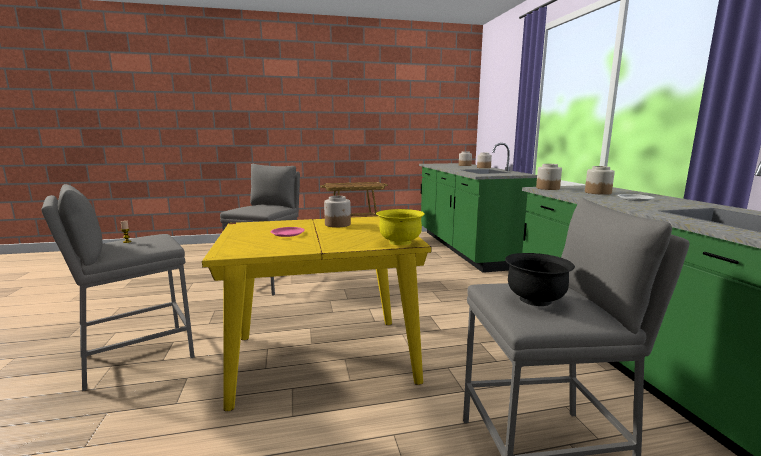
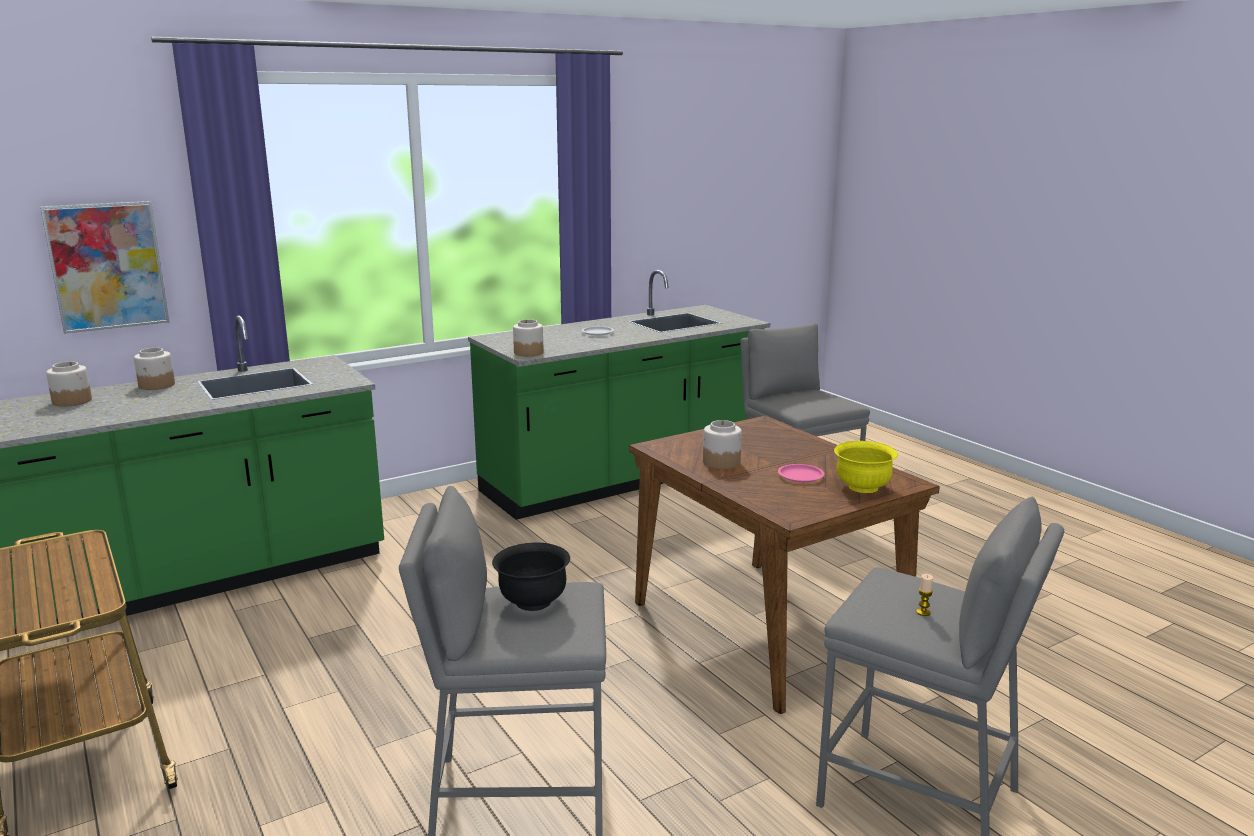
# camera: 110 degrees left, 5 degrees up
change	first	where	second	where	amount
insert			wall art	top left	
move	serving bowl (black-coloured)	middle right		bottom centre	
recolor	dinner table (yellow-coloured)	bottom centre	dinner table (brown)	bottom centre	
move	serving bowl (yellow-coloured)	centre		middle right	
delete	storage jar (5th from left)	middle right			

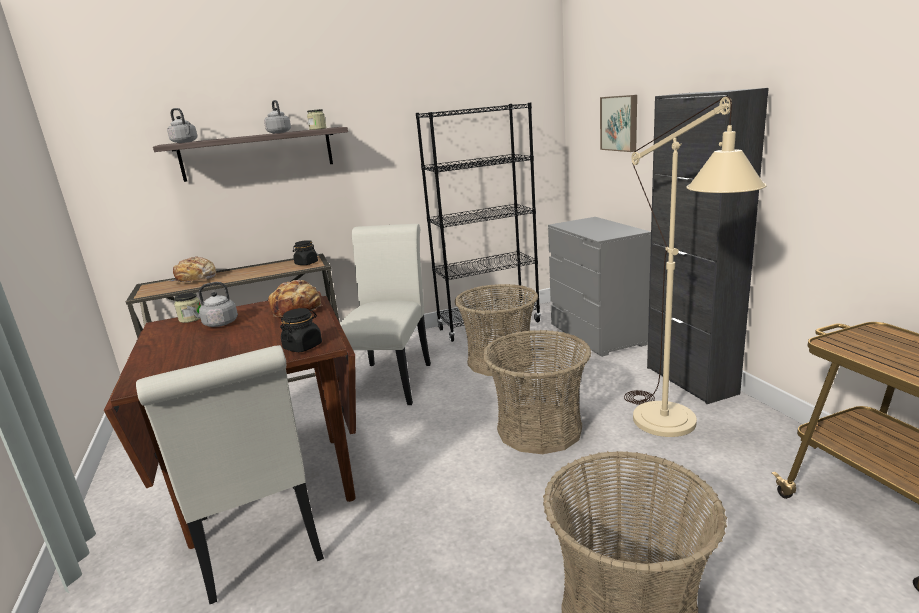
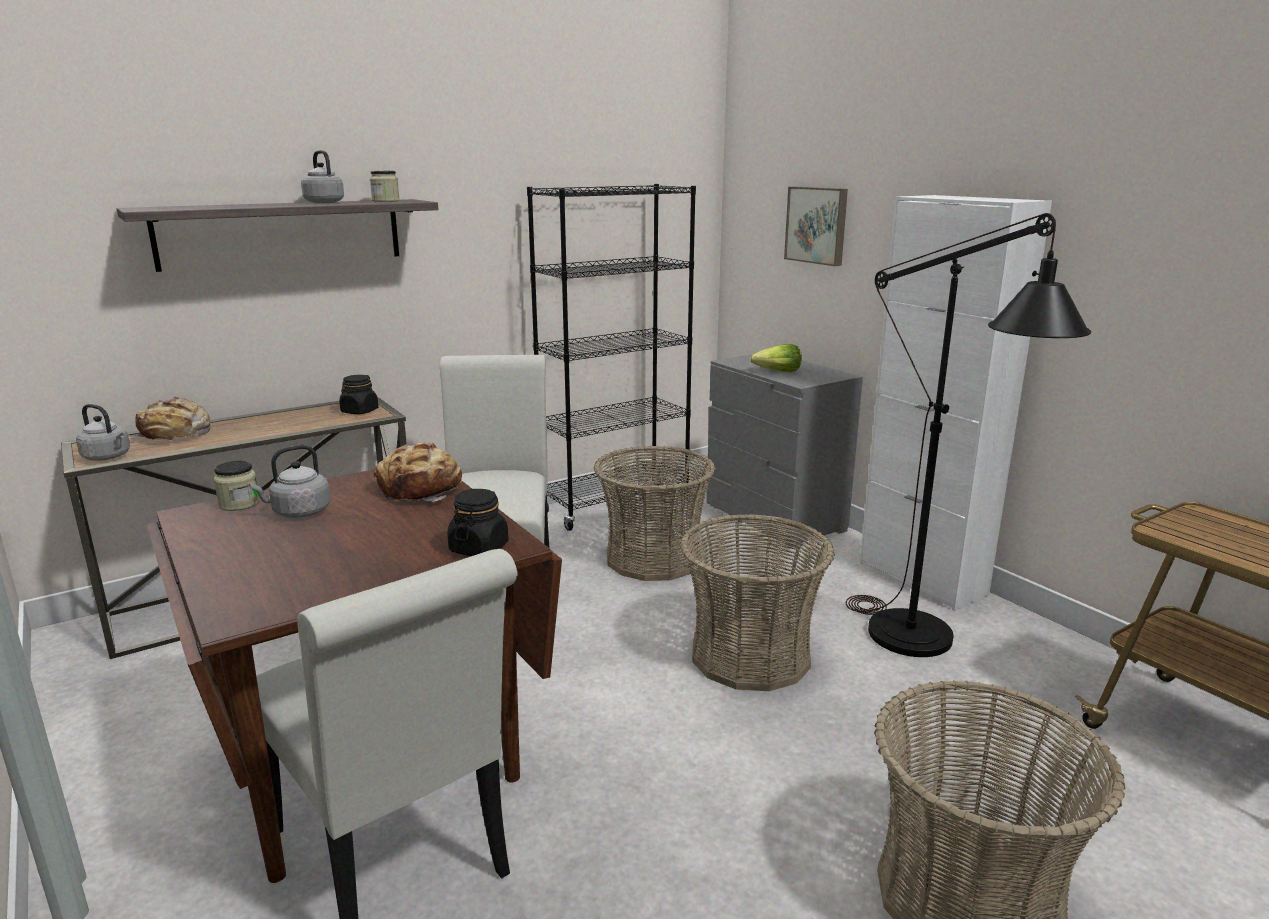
# camera: 15 degrees left, 0 degrees up
change	first	where	second	where	amount
move	water kettle (gray) (1st from left)	top left		middle left	
insert			head of lettuce	centre	
recolor	standing lamp (beige)	middle right	standing lamp (black-coloured)	middle right	
recolor	cupboard (black-coloured)	middle right	cupboard (whitish)	middle right	

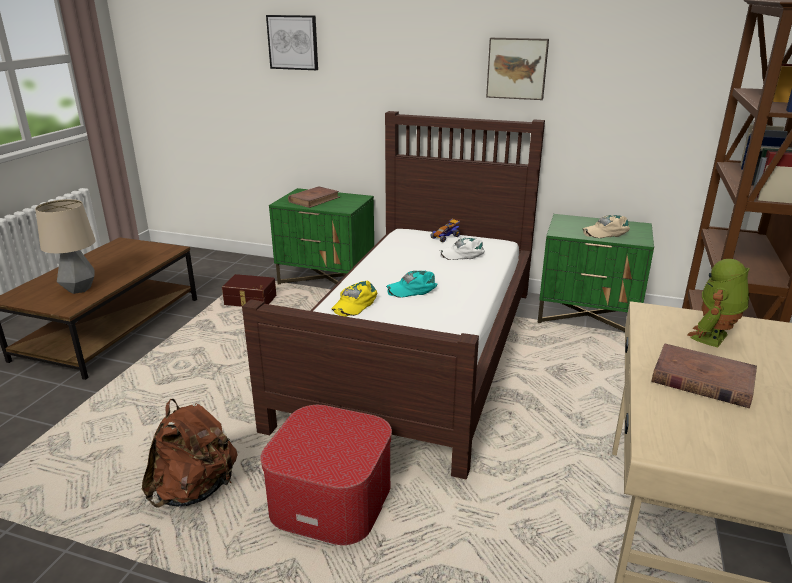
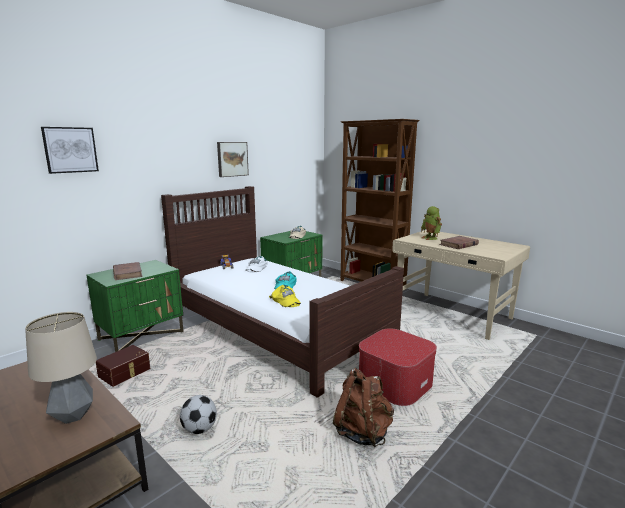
# camera: 65 degrees left, 10 degrees down
change	first	where	second	where	amount
insert			football ball	bottom left	

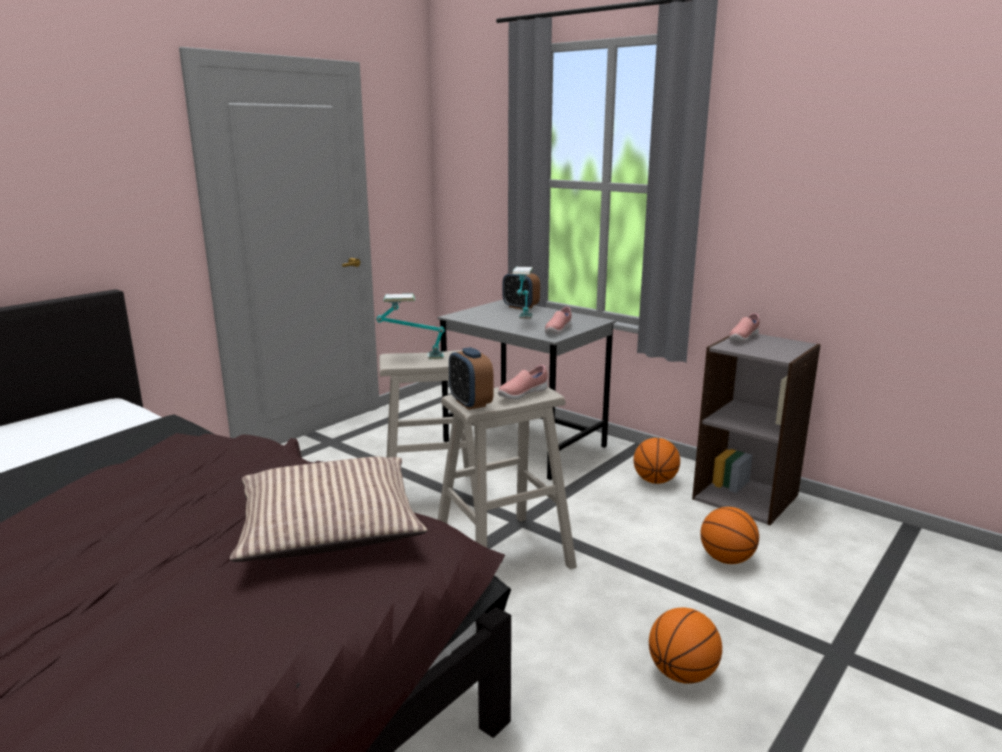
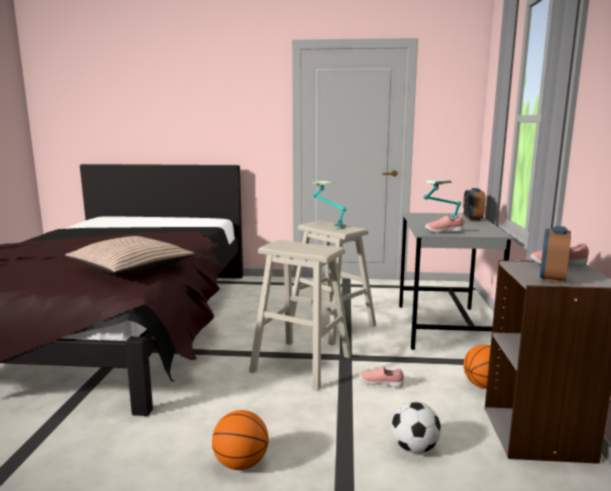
# camera: 55 degrees right, 5 degrees down
change	first	where	second	where	amount
move	low shoe (pink) (1st from left)	centre		bottom centre	
replace	basketball ball (3rd from left)	bottom right	football ball	bottom right	
move	table clock (1st from left in the first image)	centre	table clock (2nd from left)	middle right	

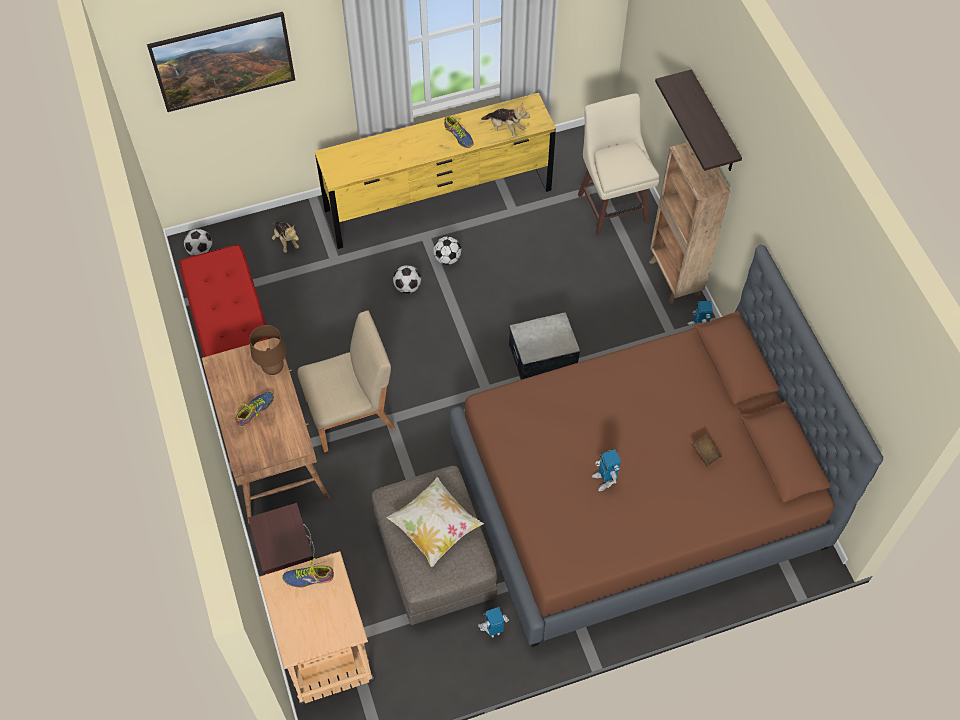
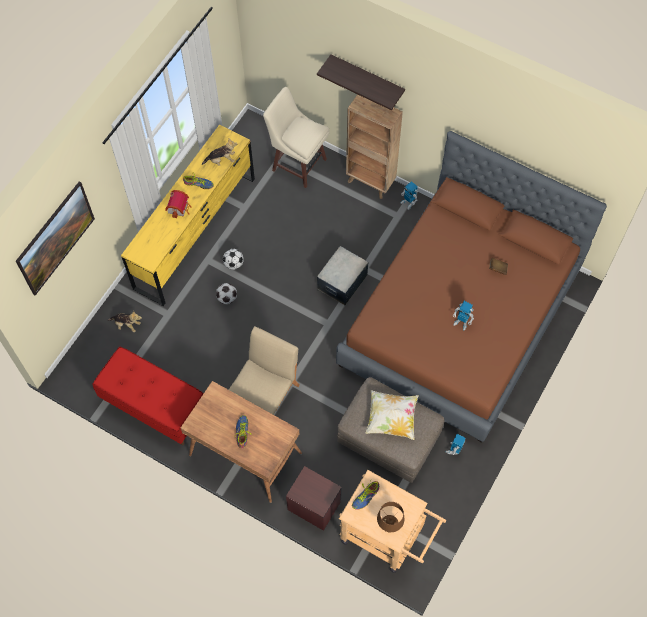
# camera: 40 degrees left, 5 degrees up
change	first	where	second	where	amount
insert			miniature house	top left	
move	table lamp (brown)	middle left		bottom centre	
delete	football ball (1st from left)	middle left			

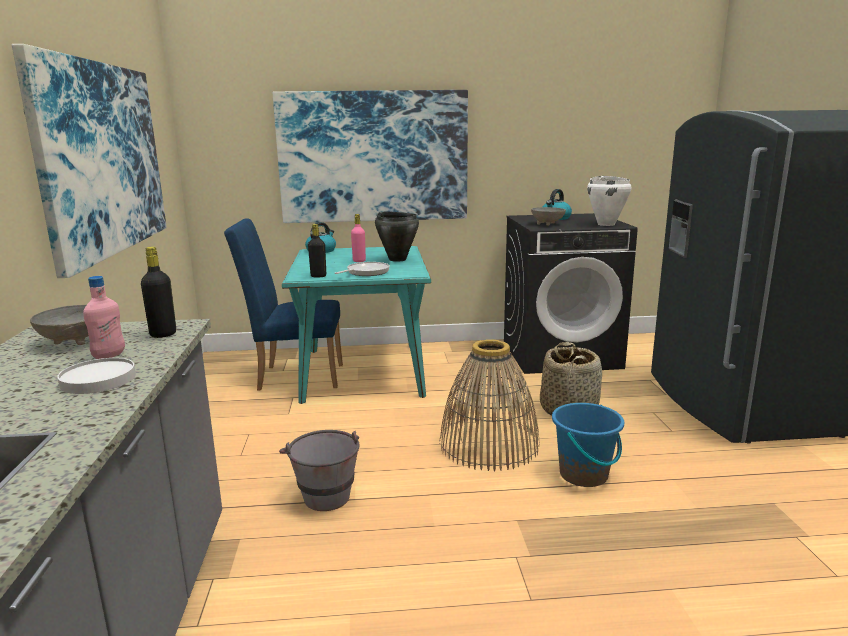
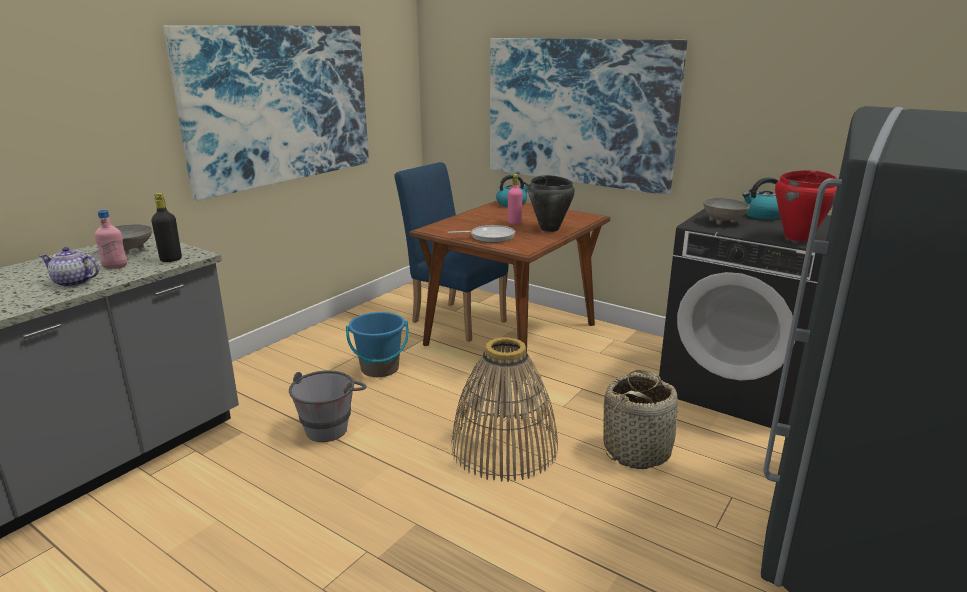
# camera: 40 degrees right, 5 degrees up
change	first	where	second	where	amount
replace	dinner plate (whitish)	middle left	teapot	middle left	
move	bucket (bluish)	bottom right		centre	
recolor	dinner table (turquoise)	centre	dinner table (brown)	centre	
recolor	saucepot (whitish)	top right	saucepot (red-coloured)	middle right	
delete	drink bottle (black-coloured) (2nd from left)	centre			

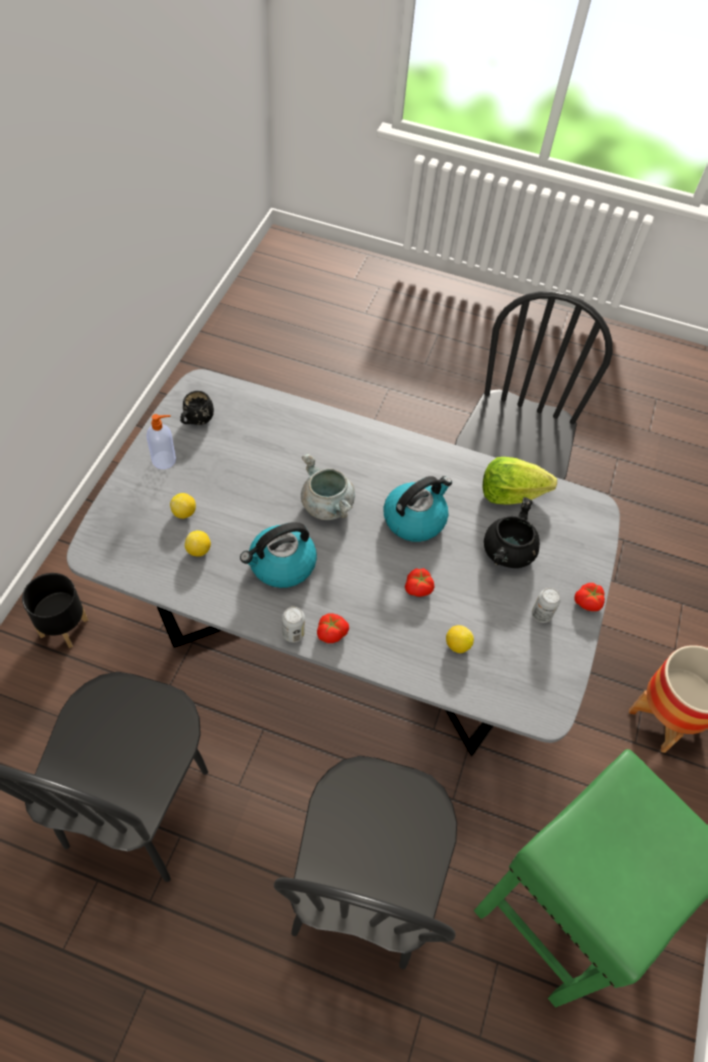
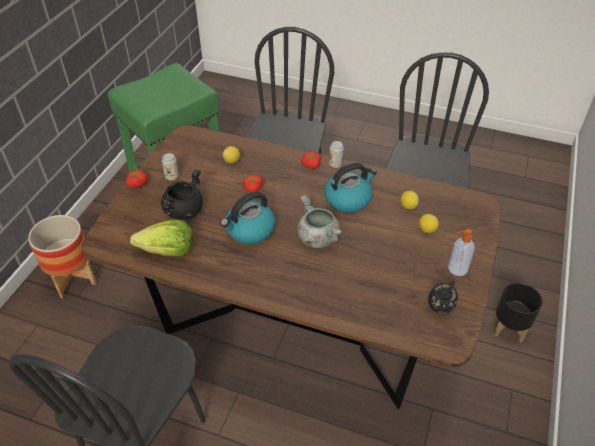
# camera: 175 degrees left, 10 degrees down
change	first	where	second	where	amount
recolor	dinner table (gray)	centre	dinner table (brown)	centre	

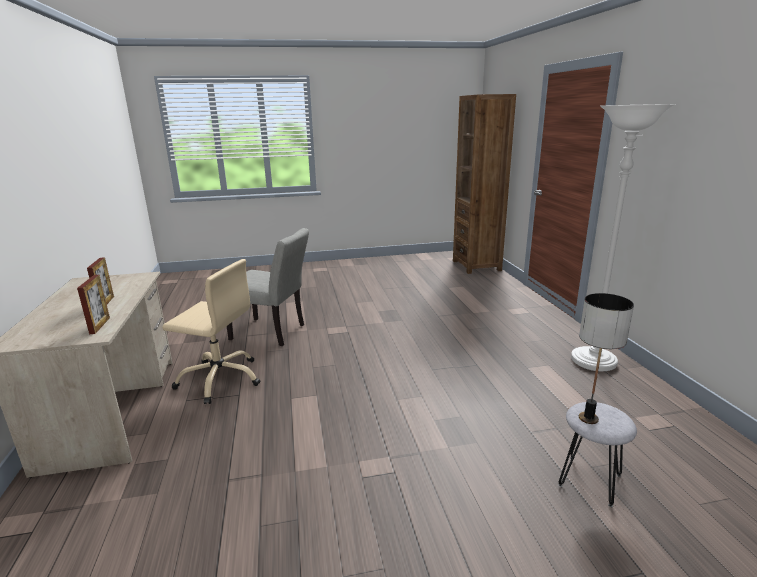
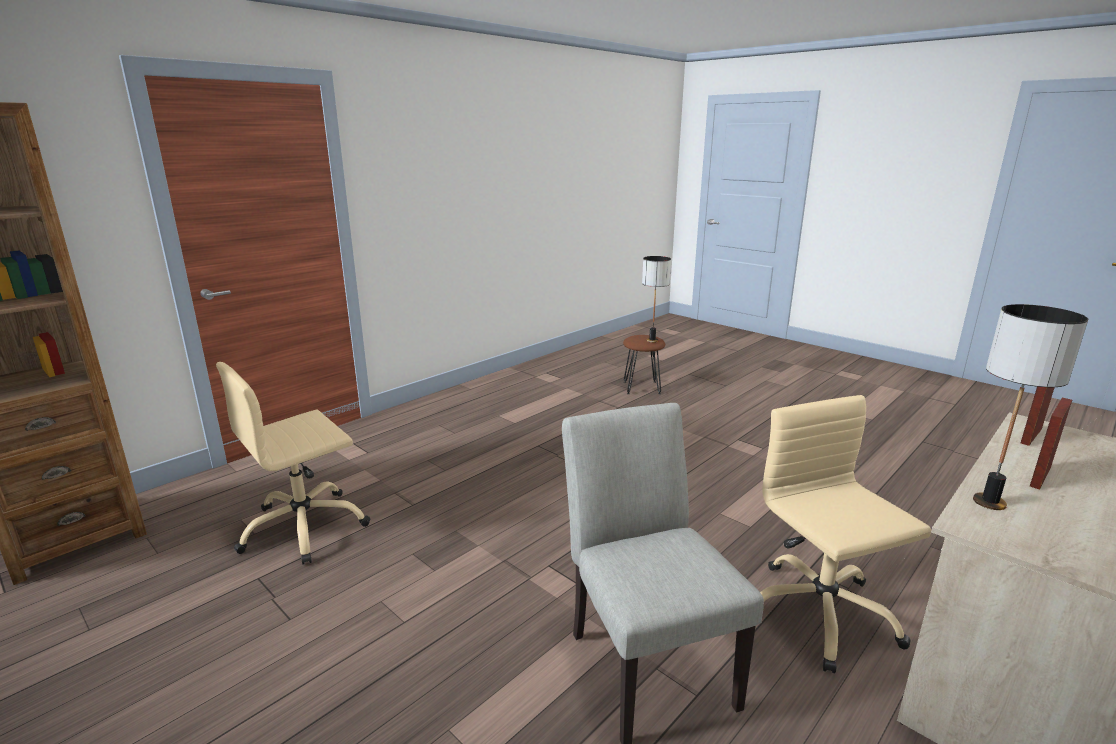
# camera: 125 degrees left, 0 degrees up
change	first	where	second	where	amount
insert			office chair (beige) (1st from left)	middle left	
recolor	stool seat (gray)	bottom right	stool seat (brown)	centre	
insert			table lamp (2nd from left)	middle right	
delete	standing lamp (whitish)	middle right			

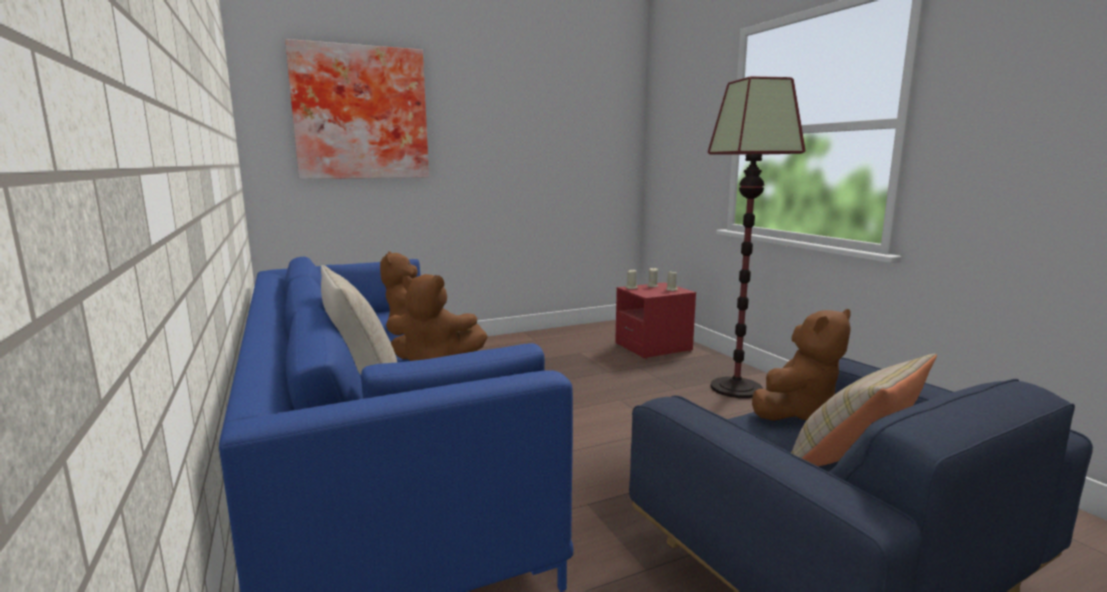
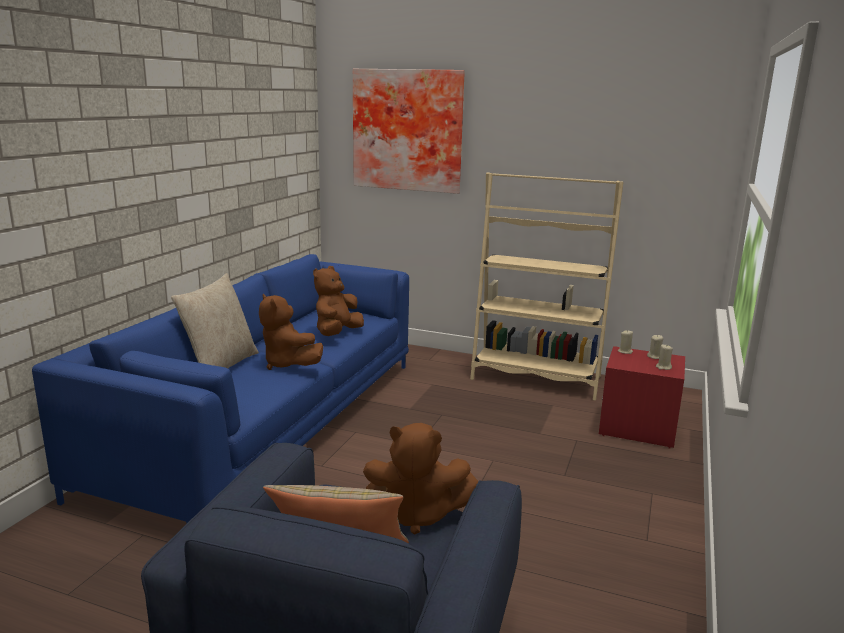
# camera: 45 degrees right, 5 degrees up
change	first	where	second	where	amount
insert			bookshelf (beige)	centre	
delete	standing lamp	middle right			

